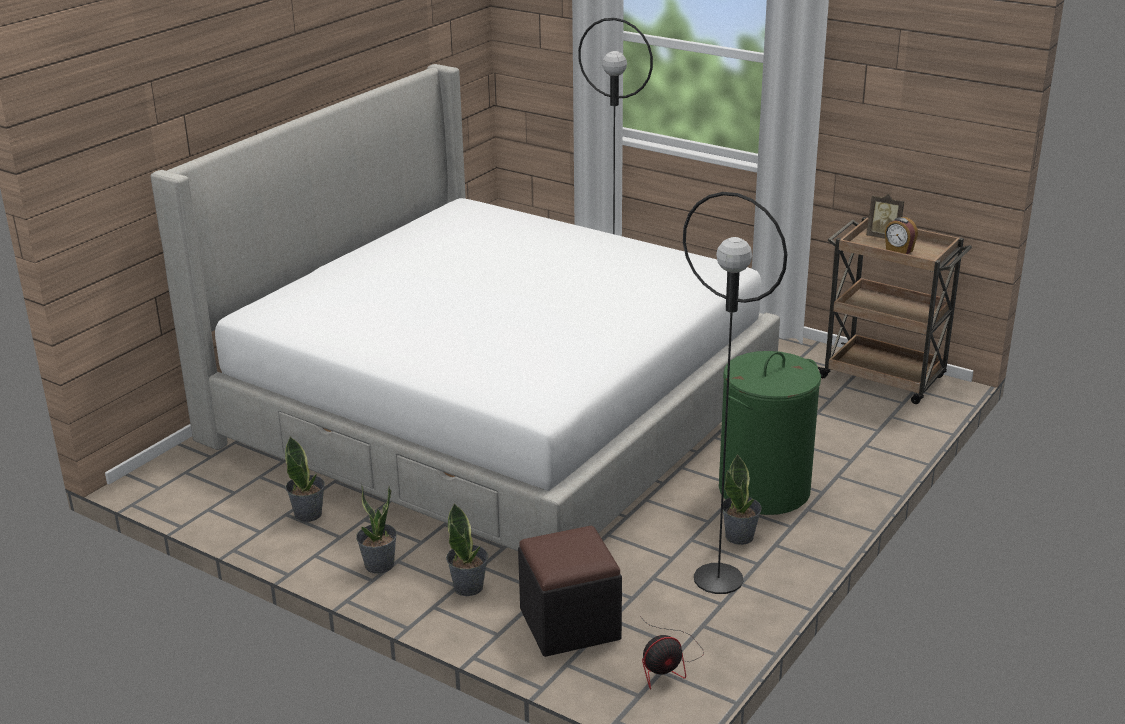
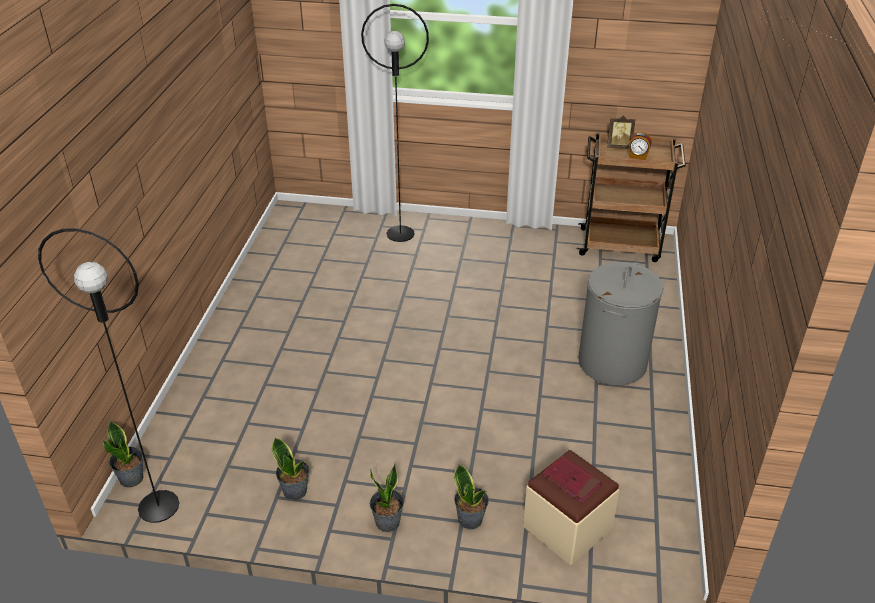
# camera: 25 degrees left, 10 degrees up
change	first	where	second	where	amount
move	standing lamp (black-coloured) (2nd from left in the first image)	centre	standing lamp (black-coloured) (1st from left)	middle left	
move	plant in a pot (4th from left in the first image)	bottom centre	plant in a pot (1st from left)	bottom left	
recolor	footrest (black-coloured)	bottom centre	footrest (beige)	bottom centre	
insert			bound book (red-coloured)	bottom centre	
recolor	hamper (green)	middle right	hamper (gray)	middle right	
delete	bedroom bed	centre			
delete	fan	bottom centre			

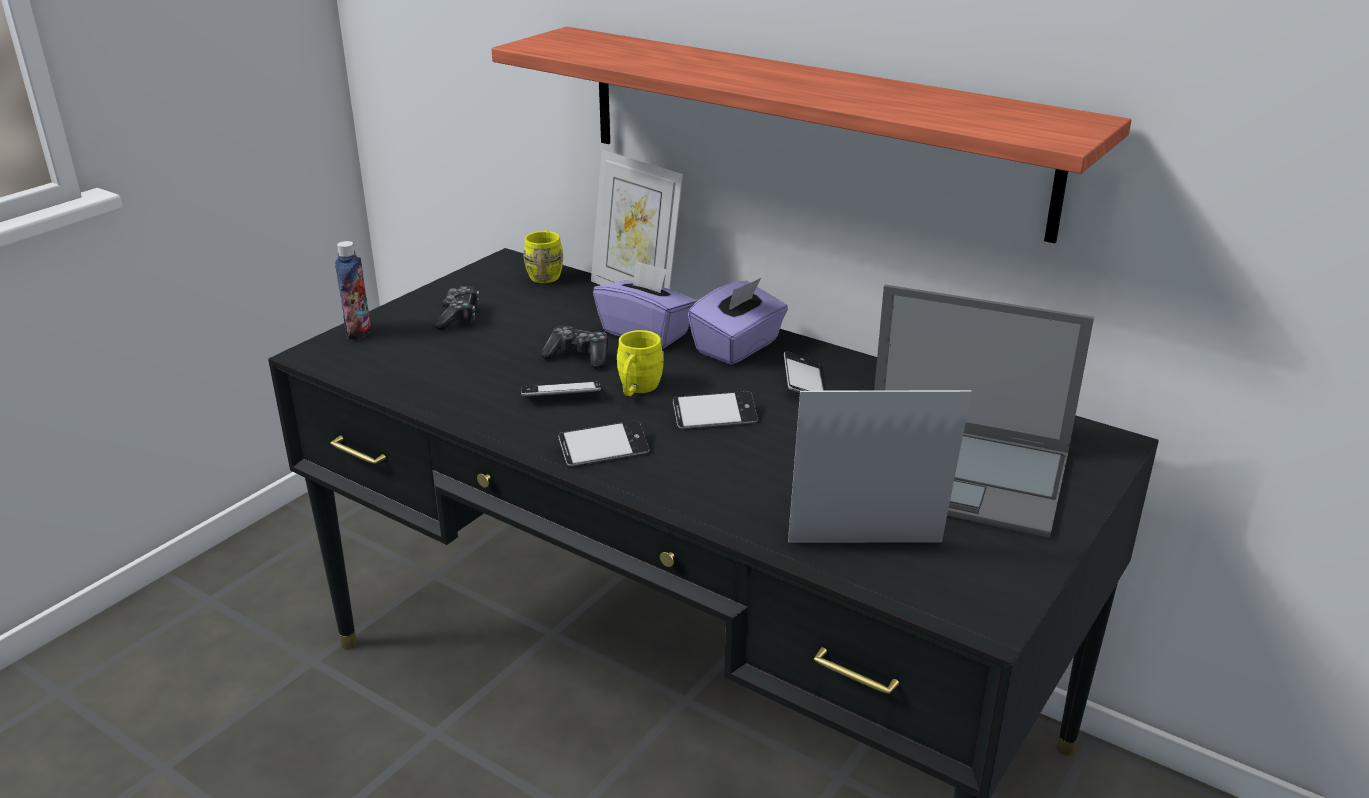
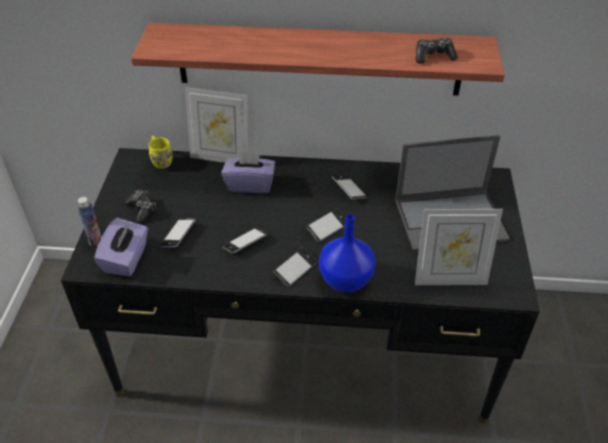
# camera: 30 degrees left, 15 degrees up
change	first	where	second	where	amount
move	tissue holder (purplish) (2nd from left in the first image)	centre	tissue holder (purplish) (1st from left)	middle left	
insert			phone (1st from left)	middle left	
insert			decorative vase (bluish)	centre	
rotate	standing frame (2nd from left)	centre		middle right	150 degrees counterclockwise
move	gamepad (2nd from left)	centre		top right	
delete	tea mug (yellow-coloured) (2nd from left)	centre			

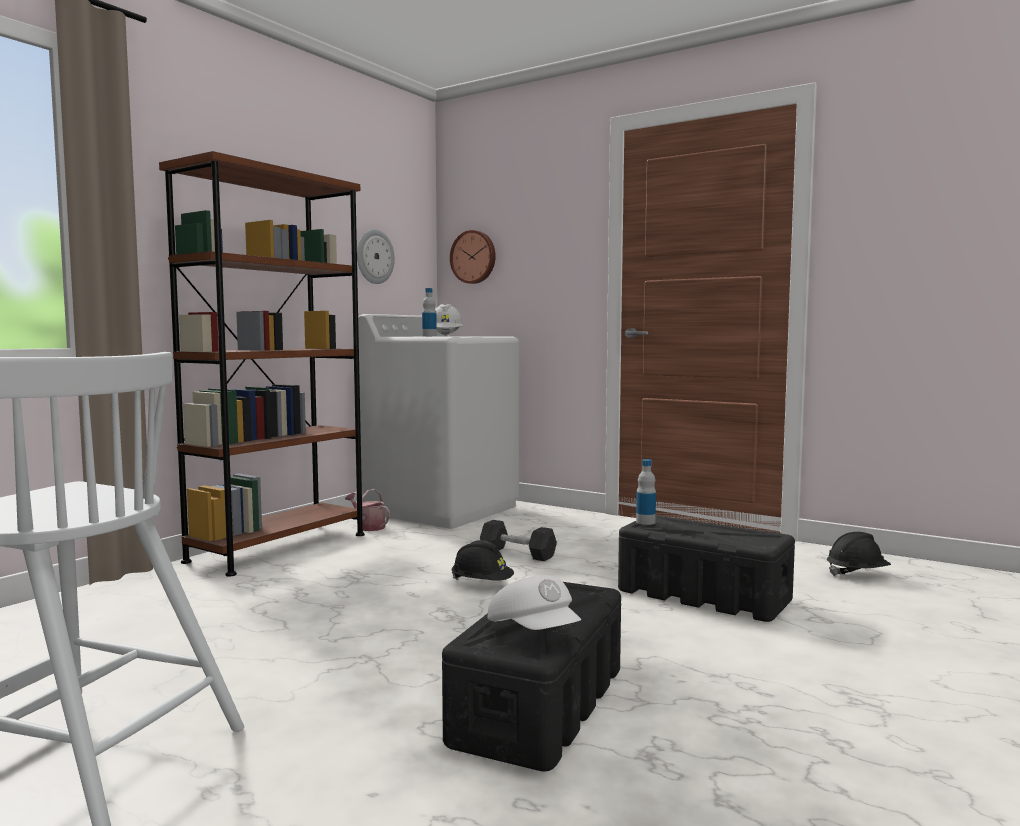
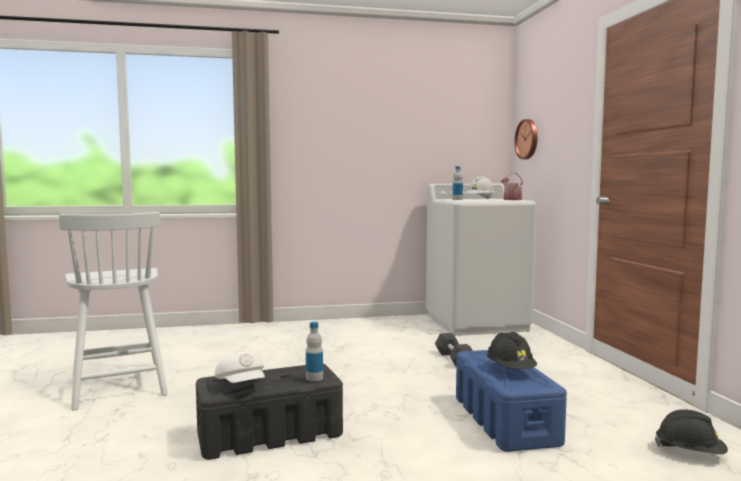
# camera: 45 degrees right, 0 degrees up
change	first	where	second	where	amount
rotate	baseball cap (whitish)	bottom centre		bottom left	45 degrees counterclockwise
move	drink bottle (2nd from left in the first image)	centre	drink bottle (1st from left)	bottom centre	
recolor	storage box (black-coloured) (2nd from left)	bottom right	storage box (bluish)	bottom right	
move	work helmet (black-coloured) (1st from left)	bottom centre		bottom right	
move	watering can	centre		middle right	
delete	bookshelf (brown)	middle left			
delete	clock on the wall (1st from left)	top centre			

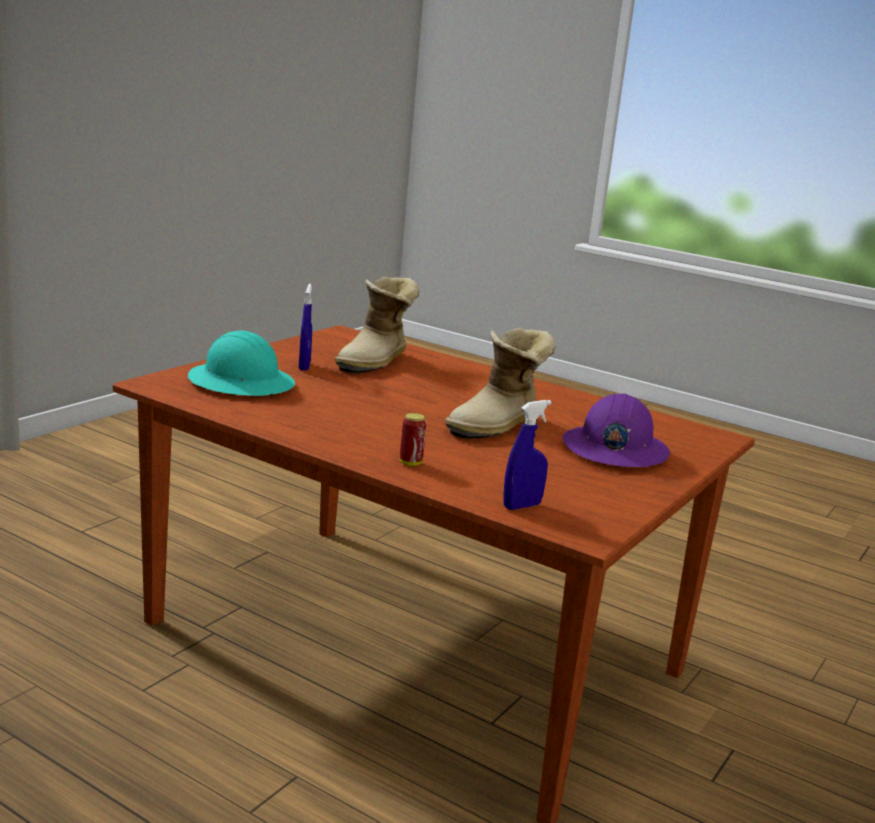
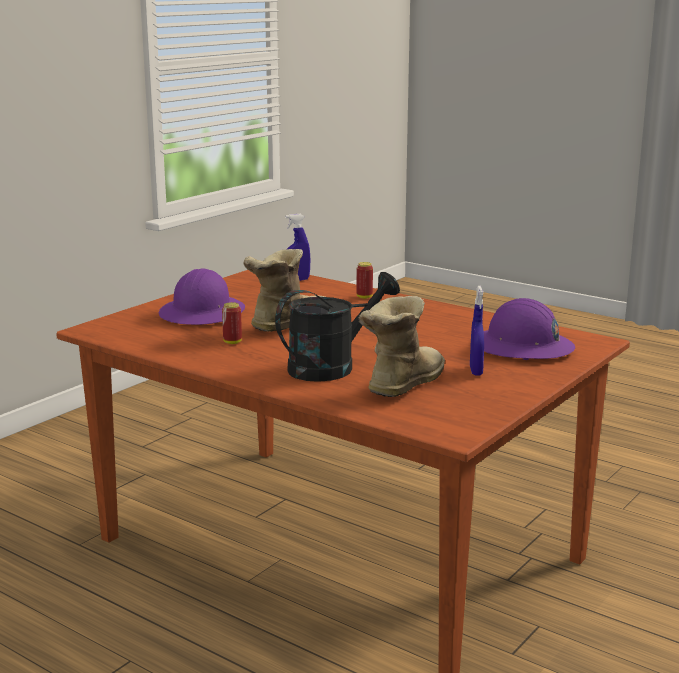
# camera: 175 degrees left, 0 degrees up
change	first	where	second	where	amount
insert			sealed can (1st from left)	centre	
insert			watering can (black-coloured)	centre	
recolor	work helmet (turquoise)	middle left	work helmet (purplish) (2nd from left)	middle right	

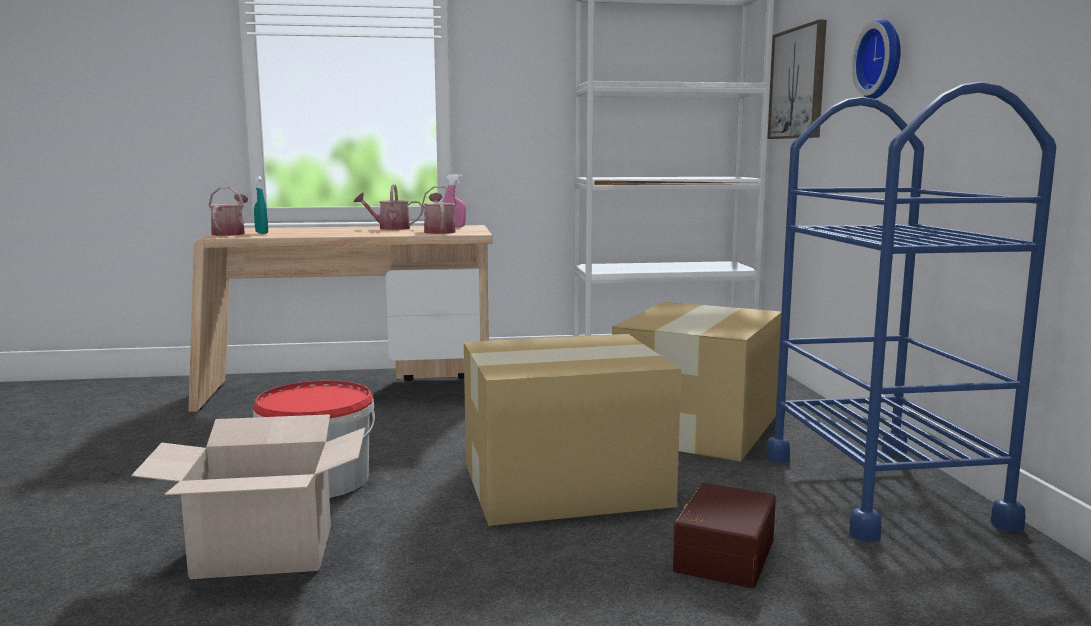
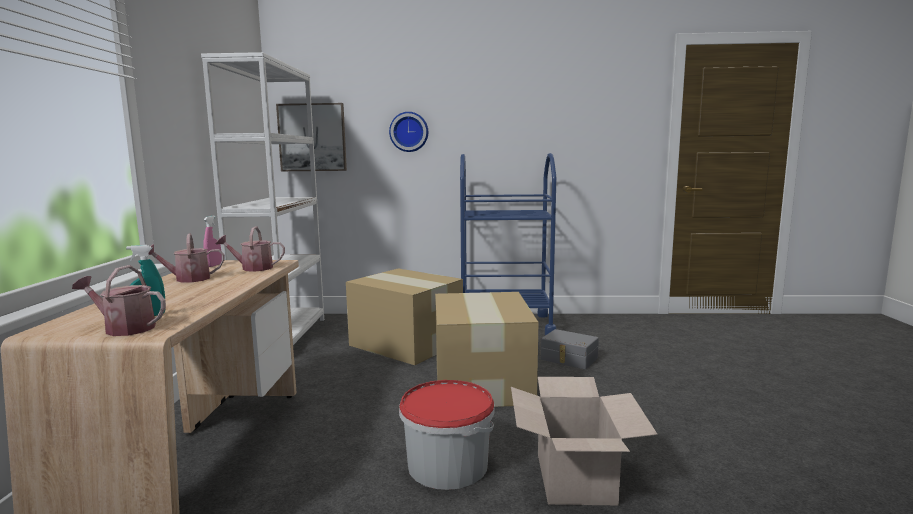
# camera: 80 degrees left, 0 degrees up
change	first	where	second	where	amount
rotate	watering can (2nd from left)	top centre		middle left	60 degrees clockwise
recolor	storage box (brown)	bottom centre	storage box (gray)	bottom centre	

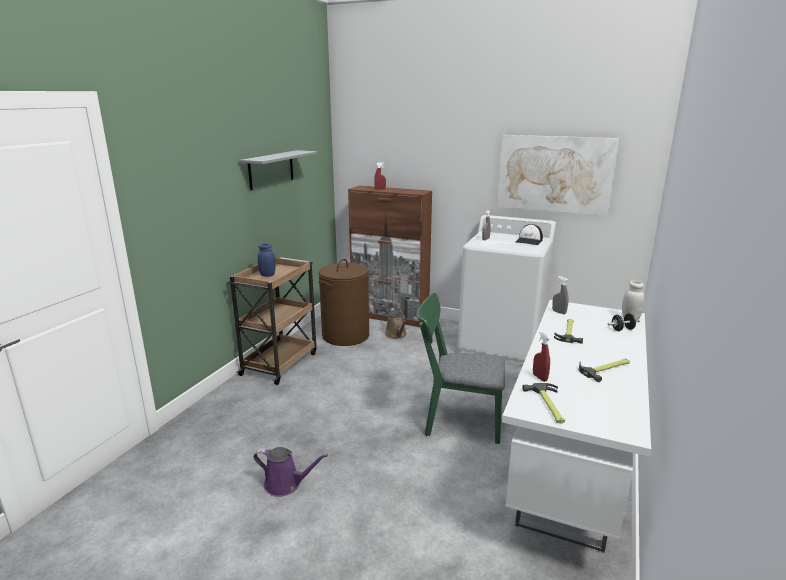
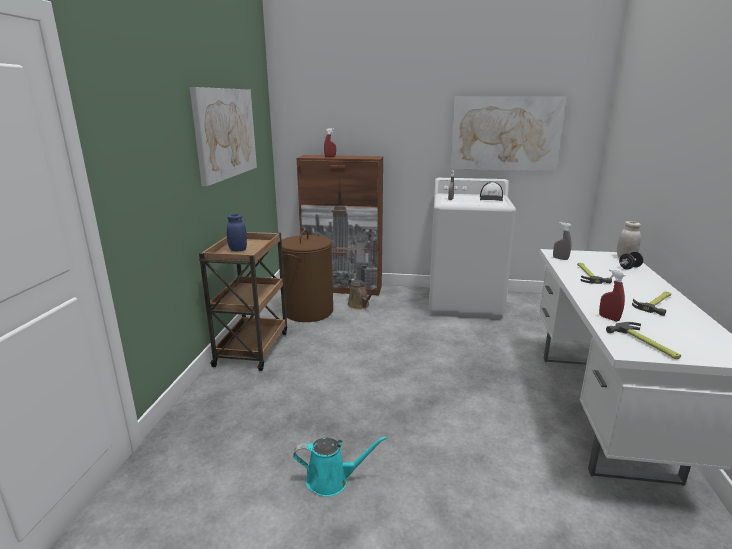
# camera: 15 degrees left, 0 degrees up
change	first	where	second	where	amount
replace	bracket shelf (gray)	top centre	wall art (1st from left)	top left	
recolor	watering can (purplish)	bottom centre	watering can (turquoise)	bottom centre	
delete	upright chair (green)	centre			

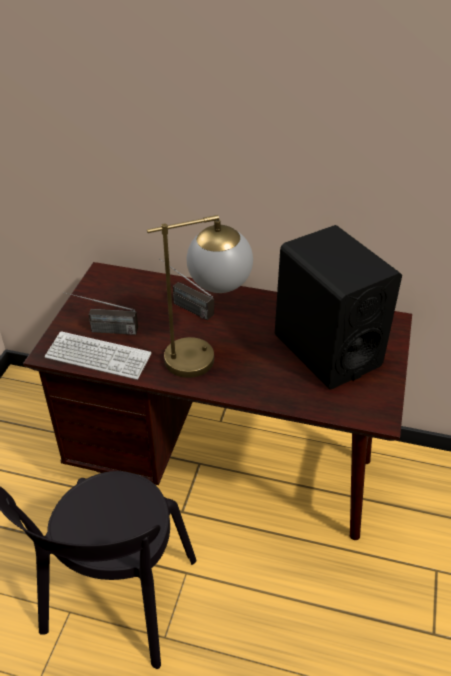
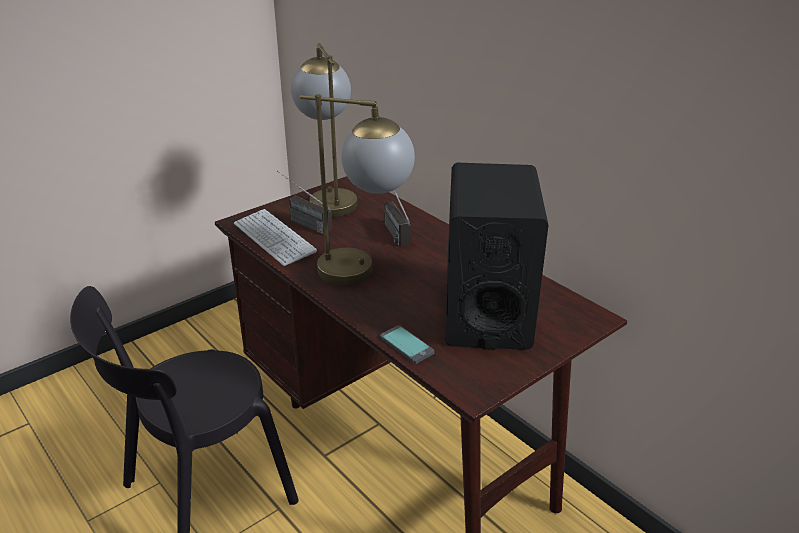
# camera: 35 degrees right, 10 degrees down
change	first	where	second	where	amount
insert			table lamp (1st from left)	top centre	
insert			phone	centre	

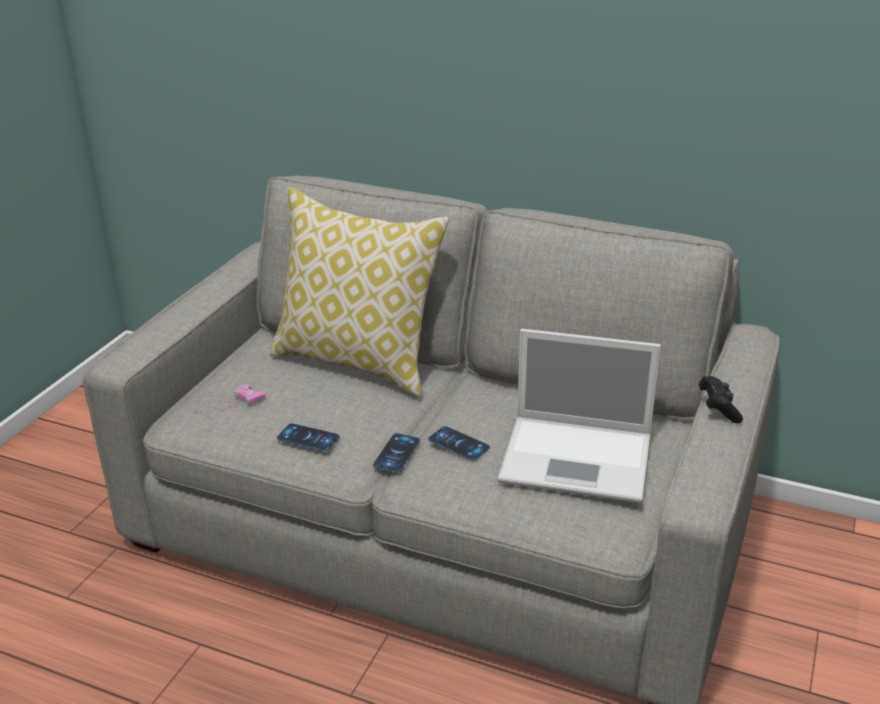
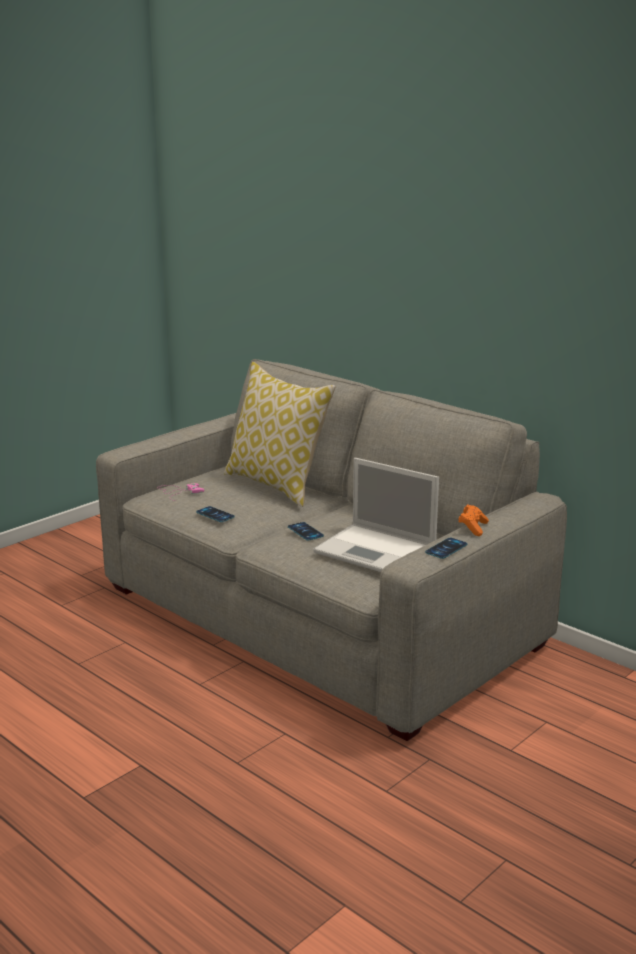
# camera: 20 degrees right, 10 degrees down
change	first	where	second	where	amount
move	phone (2nd from left in the first image)	centre	phone (3rd from left)	middle right	
recolor	gamepad (black-coloured)	middle right	gamepad (orangey)	middle right	

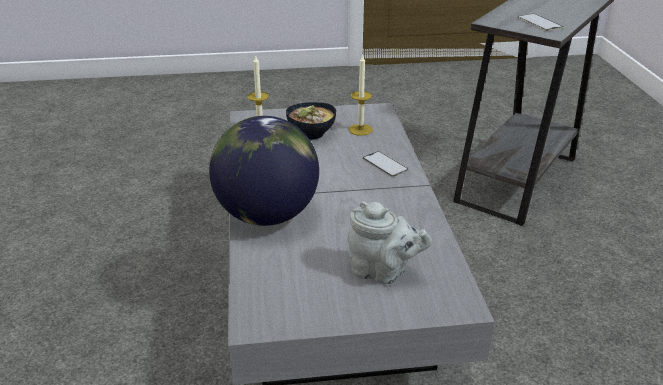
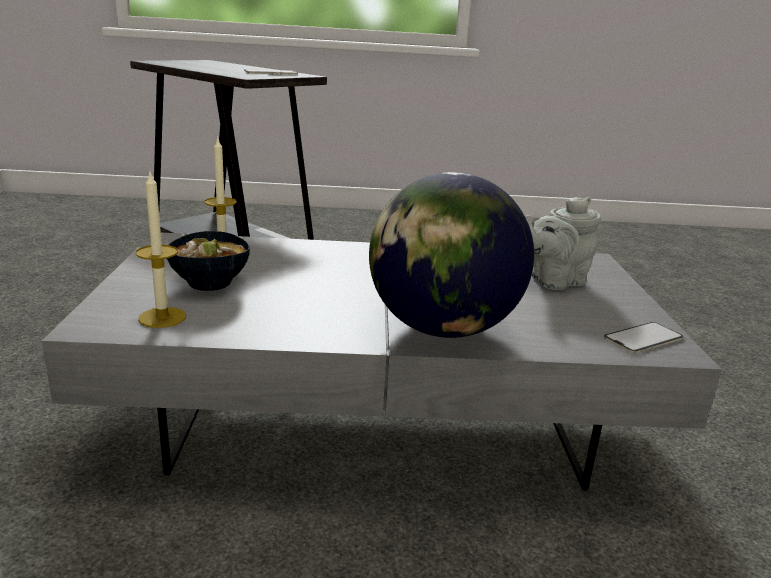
# camera: 85 degrees left, 10 degrees down
change	first	where	second	where	amount
rotate	teapot (gray)	centre		middle right	150 degrees counterclockwise
move	phone (1st from left in the first image)	centre	phone (2nd from left)	middle right	

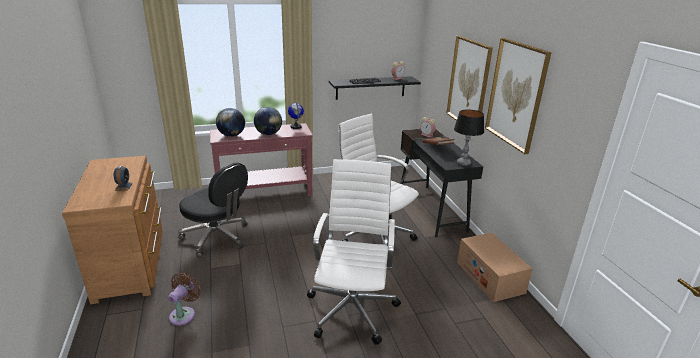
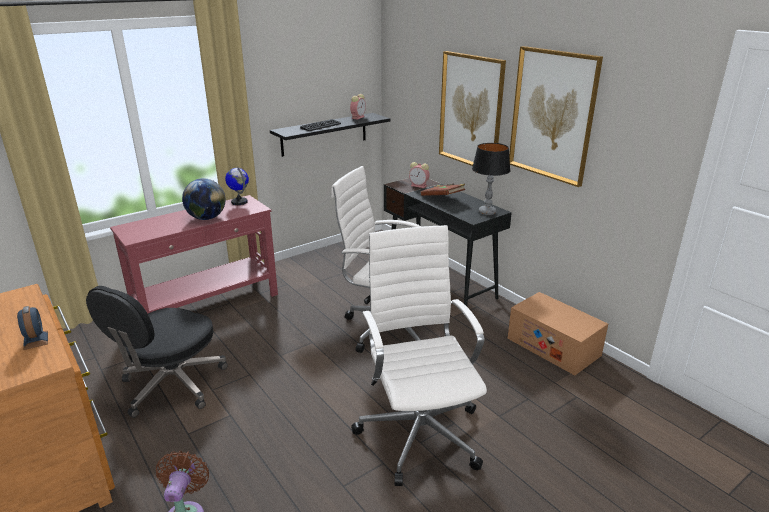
# camera: 20 degrees left, 0 degrees up
change	first	where	second	where	amount
rotate	office chair (black-coloured)	middle left		bottom left	105 degrees clockwise
delete	globe (1st from left)	middle left			

